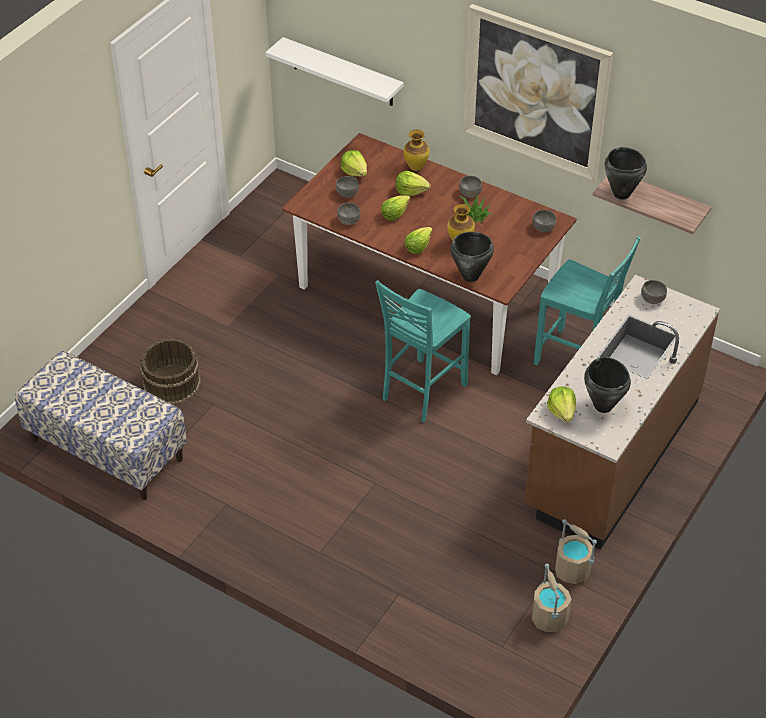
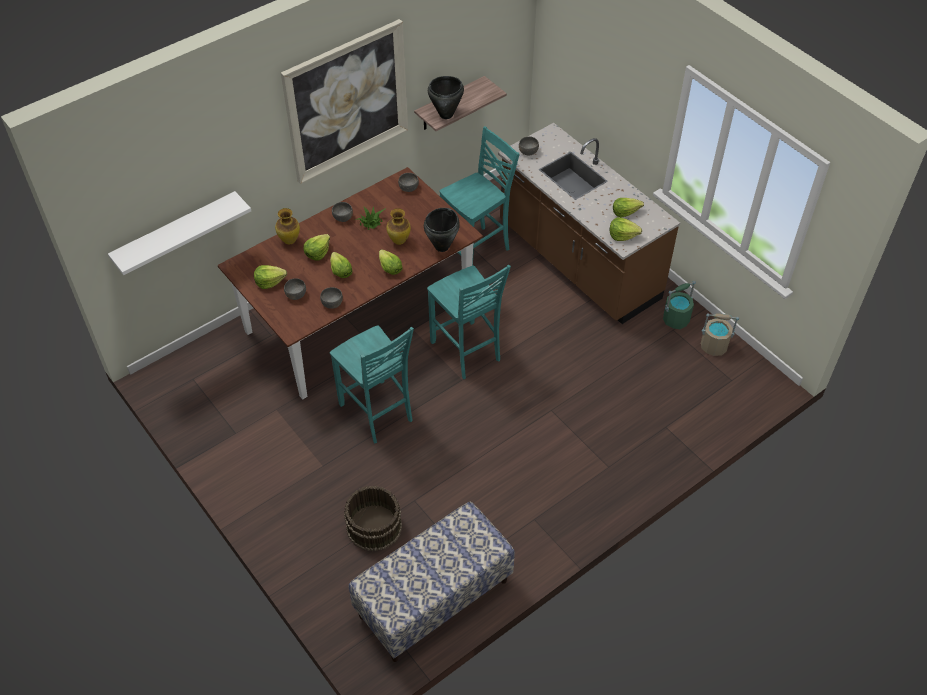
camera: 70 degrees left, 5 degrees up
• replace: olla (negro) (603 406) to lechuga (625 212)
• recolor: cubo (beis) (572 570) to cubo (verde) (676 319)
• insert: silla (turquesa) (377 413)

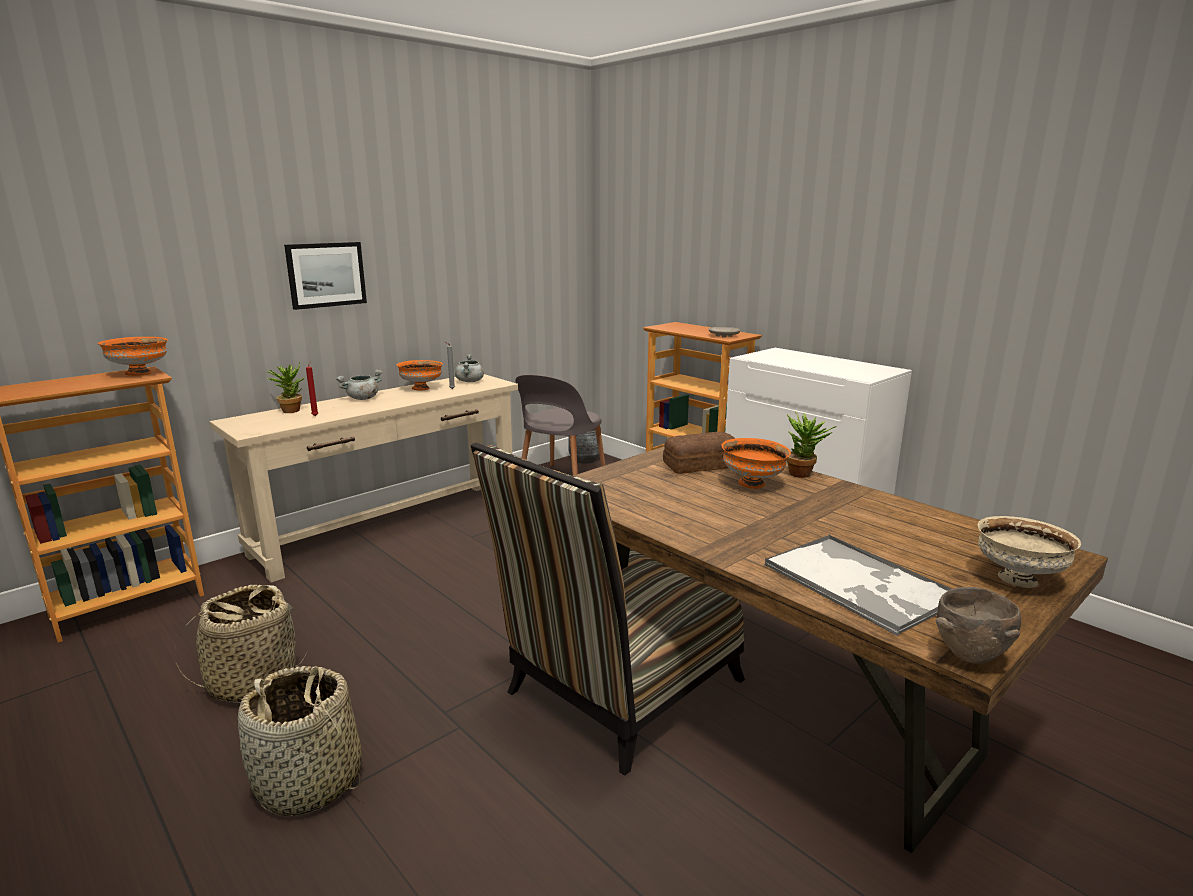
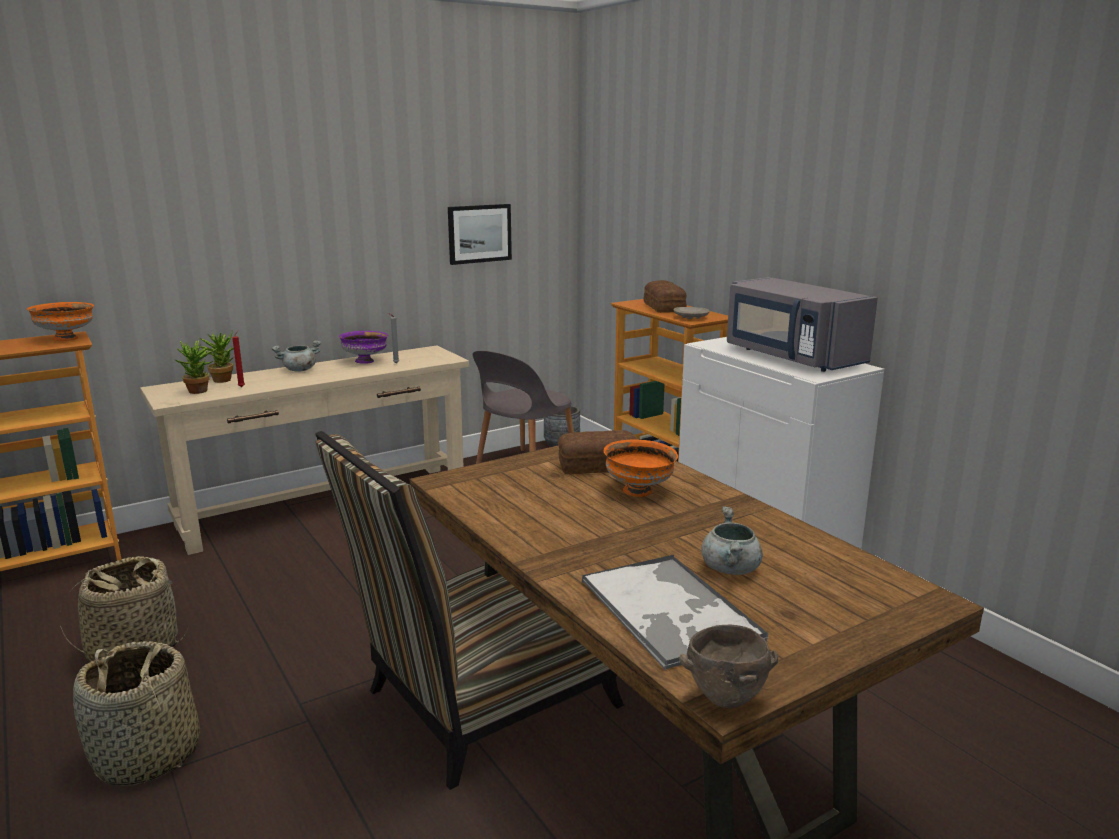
camera: 10 degrees right, 0 degrees up
• move: cuadro (326 274) to (479 233)
• move: olla (gris) (470 381) to (731 569)
• recolor: cuenco (naranja) (421 388) to cuenco (morado) (365 361)
• move: planta en maceta (804 474) to (201 391)
• delete: cuenco (beis) (1017 579)
• insert: microondas (gris) (791 357)
• insert: pan (664 307)

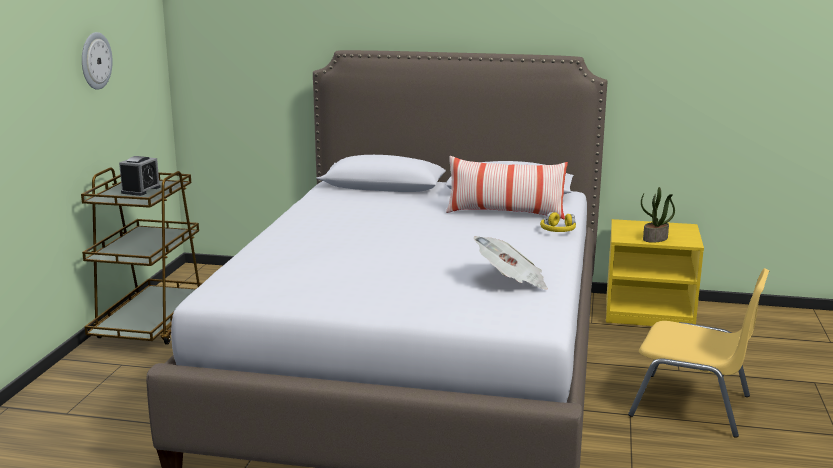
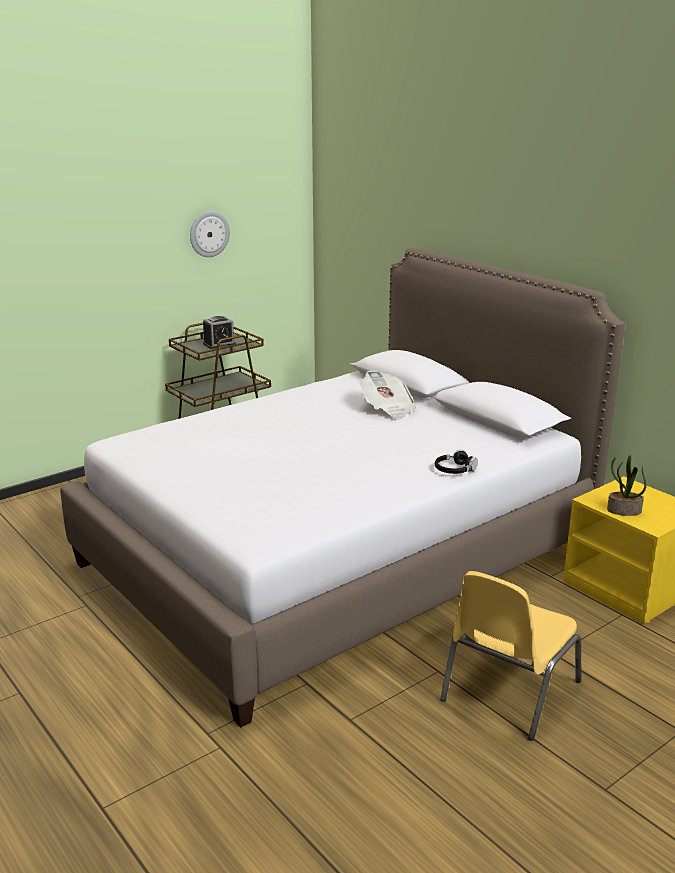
camera: 40 degrees right, 5 degrees up
• delete: cojín (505 213)
• recolor: auriculares (amarillo) (558 230) to auriculares (negro) (454 470)
• move: periódico (511 281) to (387 409)
• rotate: silla (amarillo) (692 406) = (508 691) 60 degrees clockwise

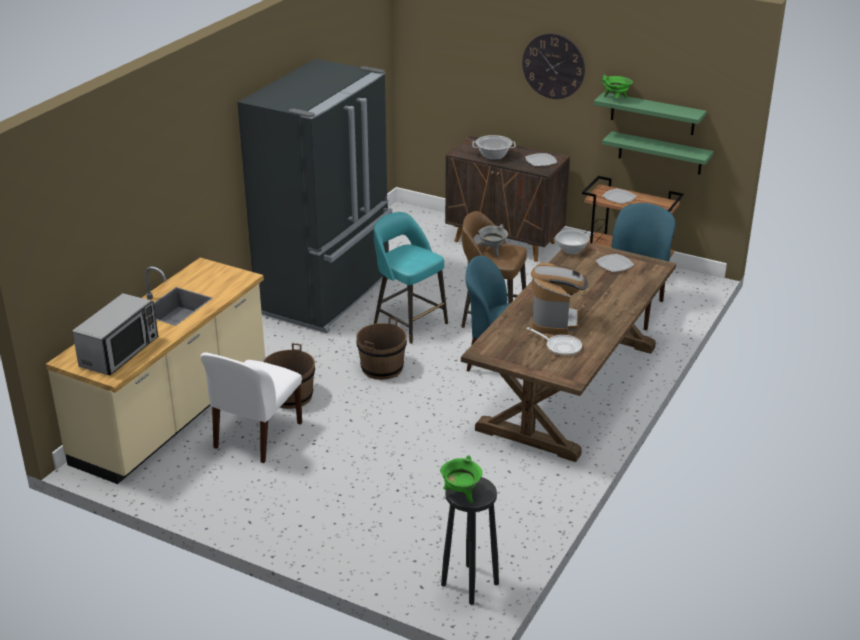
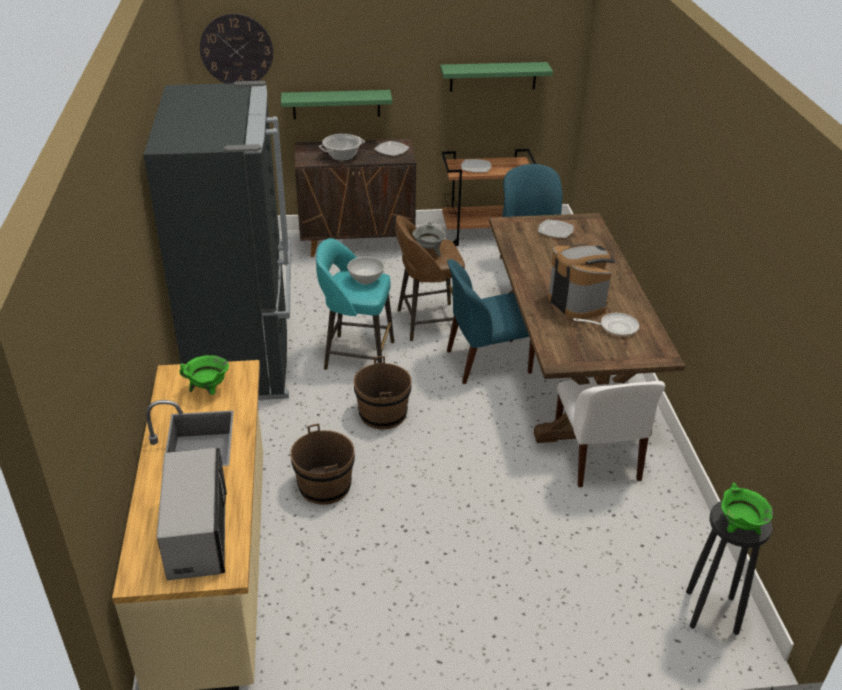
camera: 35 degrees left, 5 degrees up
• move: reloj de pared (553 66) to (236 50)
• move: olla (verde) (616 99) to (209 390)
• move: estante (verde) (660 153) to (336 104)
• move: cuenco (blanco) (571 251) to (366 280)
• move: silla (blanco) (256 436) to (597 457)

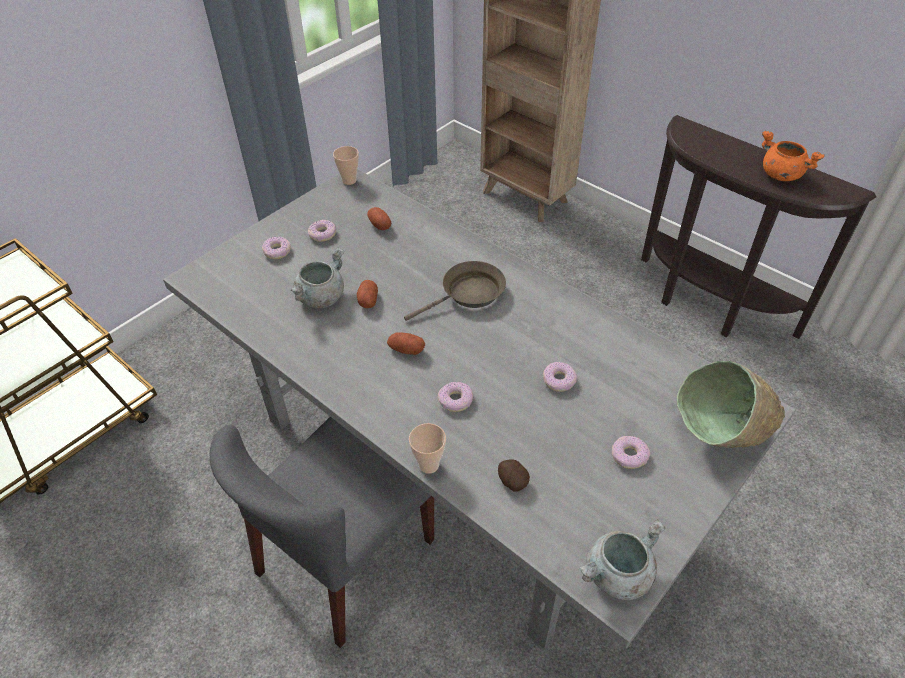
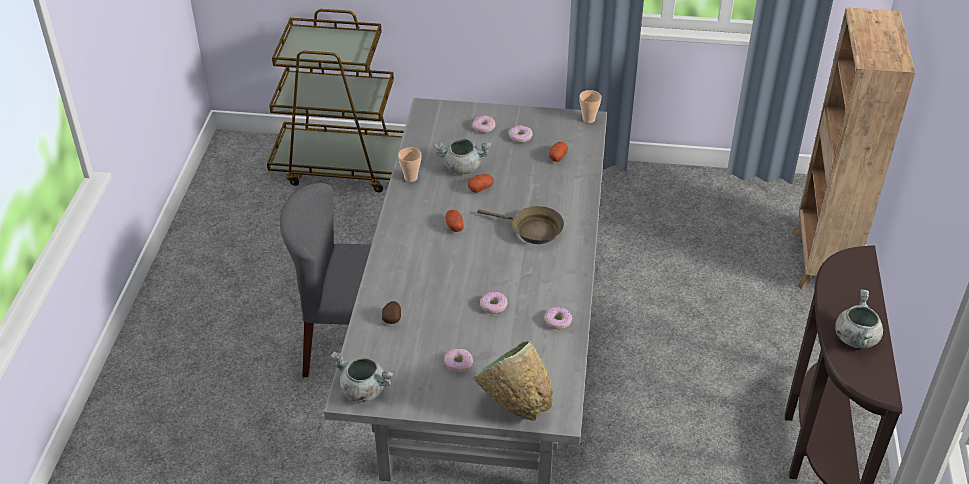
camera: 55 degrees right, 5 degrees down
• recolor: olla (naranja) (780 174) to olla (gris) (855 338)
• move: rosquilla (455 400) to (558 321)
• move: taza (429 465) to (411 177)

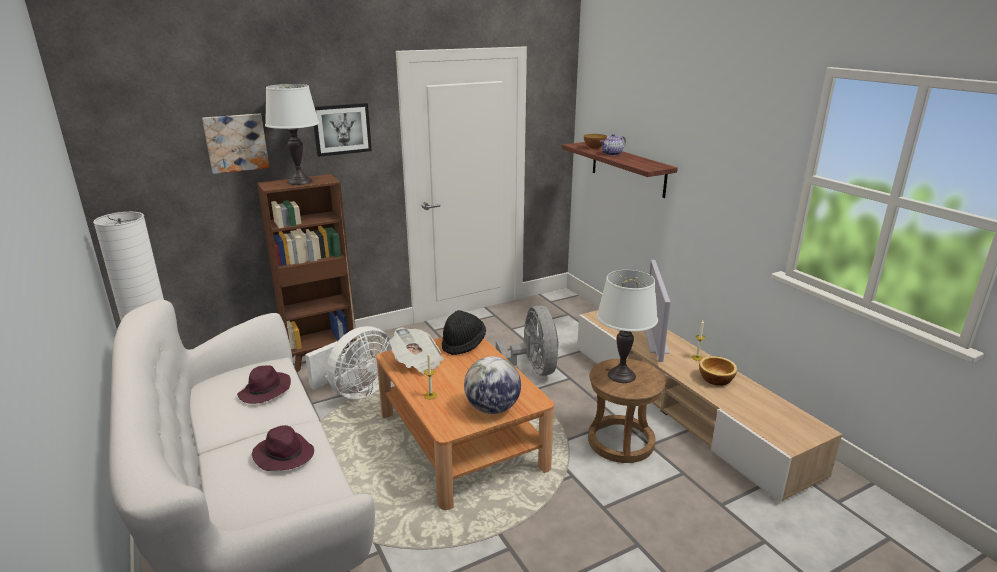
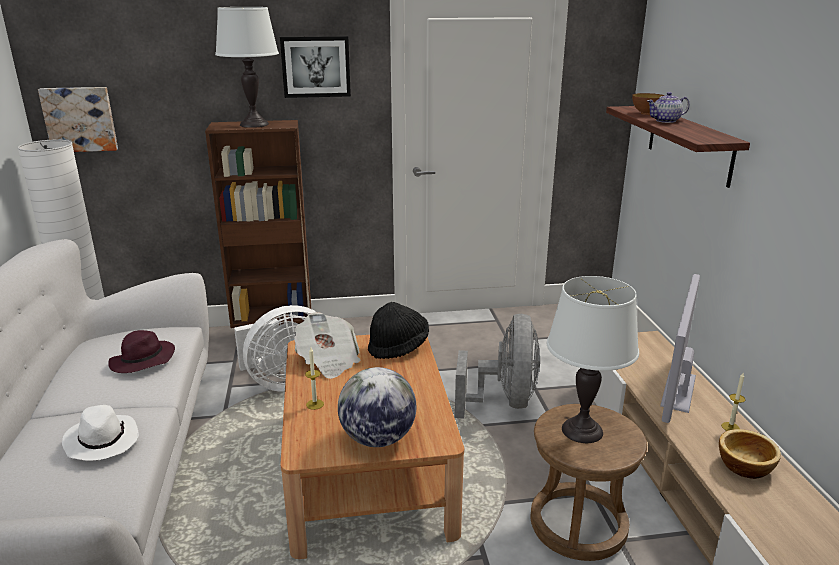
camera: 20 degrees right, 0 degrees up
• move: cuadro (236 142) to (80 119)
• recolor: sombrero (morado) (283 455) to sombrero (blanco) (101 441)

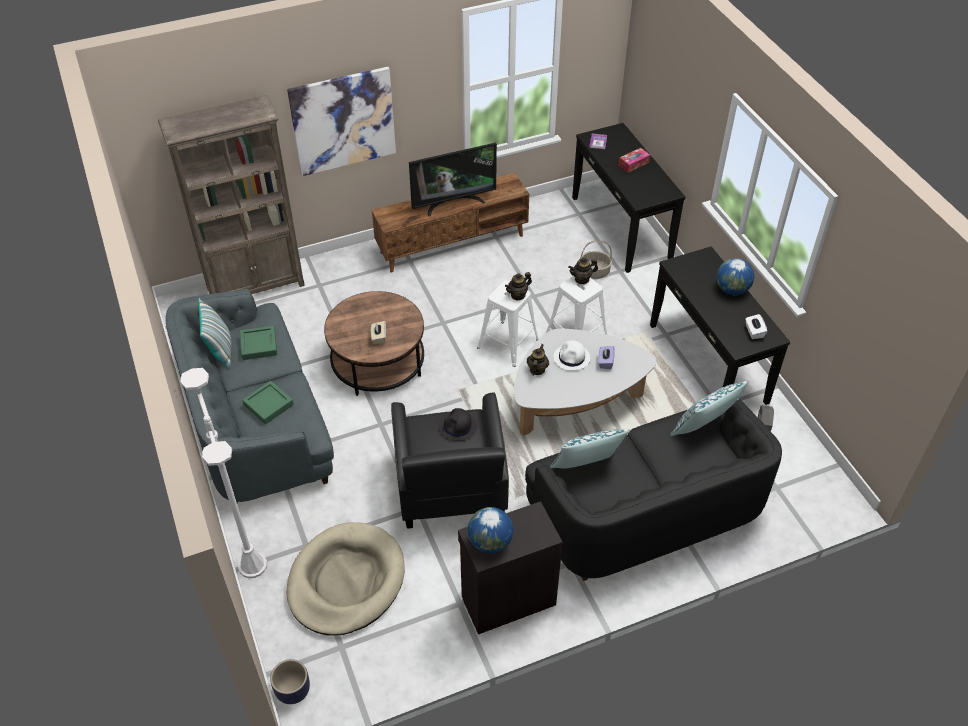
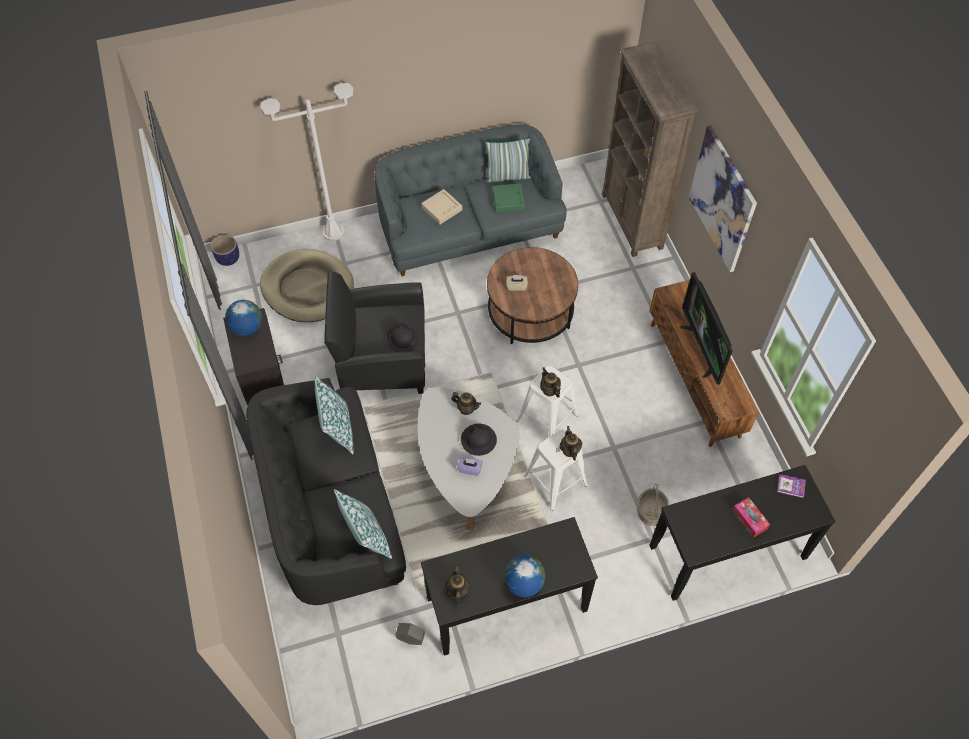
camera: 95 degrees right, 10 degrees up
• replace: caja de pañuelos (blanco) (754 332) to tetera (457 590)
• recolor: sombrero (blanco) (572 358) to sombrero (negro) (478 440)
• recolor: bandeja (verde) (268 405) to bandeja (beis) (442 209)

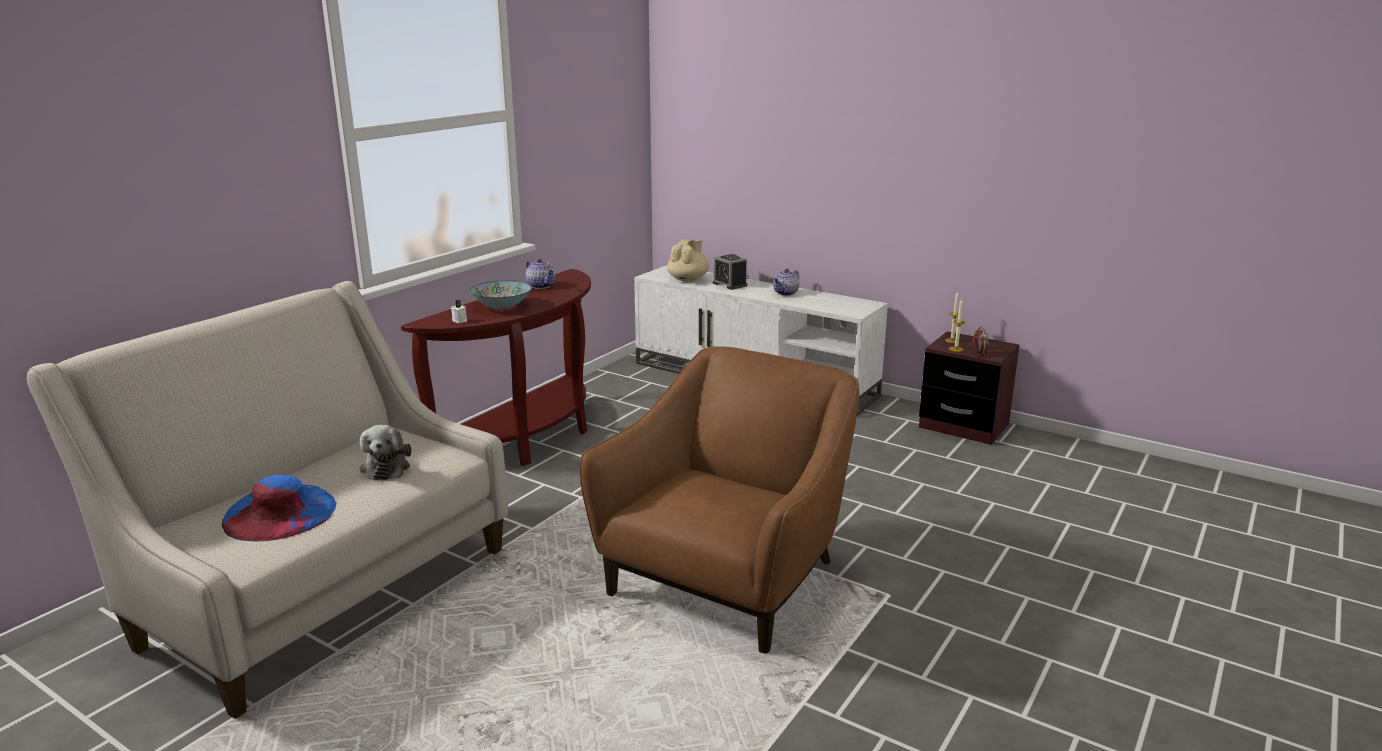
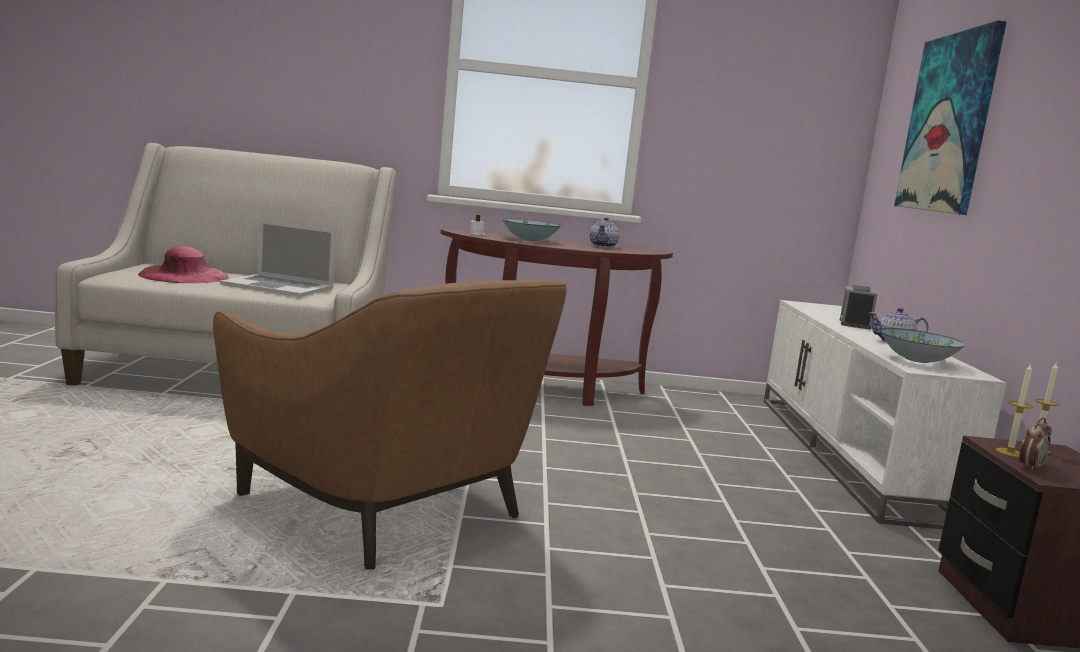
camera: 55 degrees right, 10 degrees down
• delete: tetera (beis) (688 279)
• rotate: sillón (marrón) (728 579) = (386 505) 45 degrees clockwise
• replace: peluche (386 467) to portátil (278 286)
• recolor: sombrero (azul) (279 512) to sombrero (rosa) (184 275)
• insert: cuadro (948 123)
• insert: cuenco (917 360)

